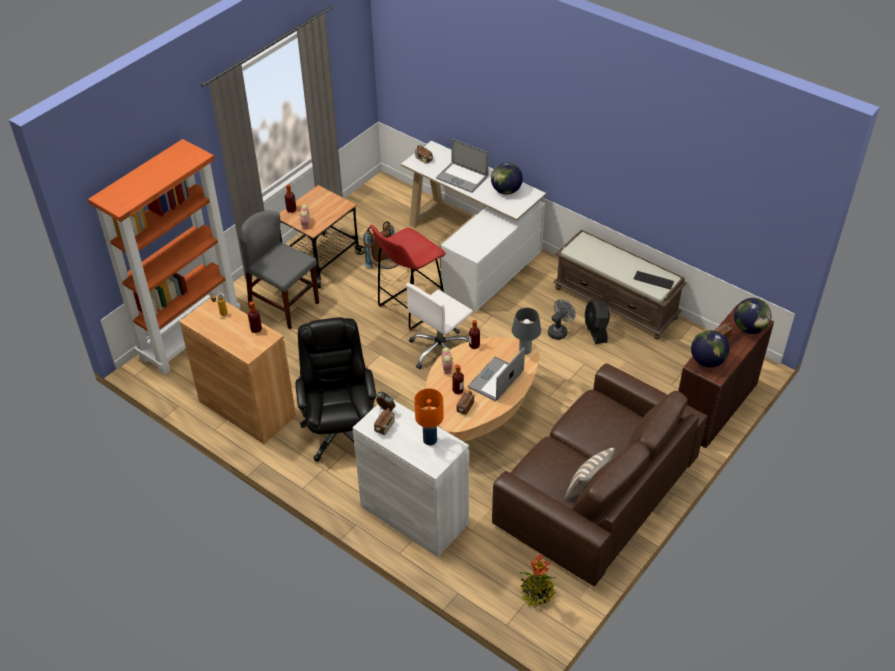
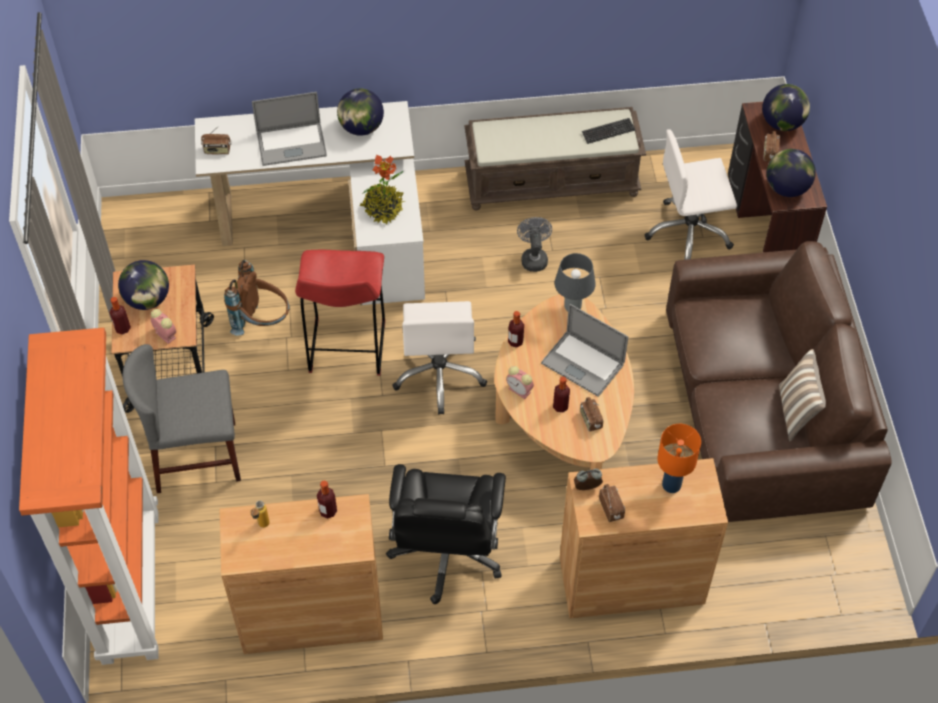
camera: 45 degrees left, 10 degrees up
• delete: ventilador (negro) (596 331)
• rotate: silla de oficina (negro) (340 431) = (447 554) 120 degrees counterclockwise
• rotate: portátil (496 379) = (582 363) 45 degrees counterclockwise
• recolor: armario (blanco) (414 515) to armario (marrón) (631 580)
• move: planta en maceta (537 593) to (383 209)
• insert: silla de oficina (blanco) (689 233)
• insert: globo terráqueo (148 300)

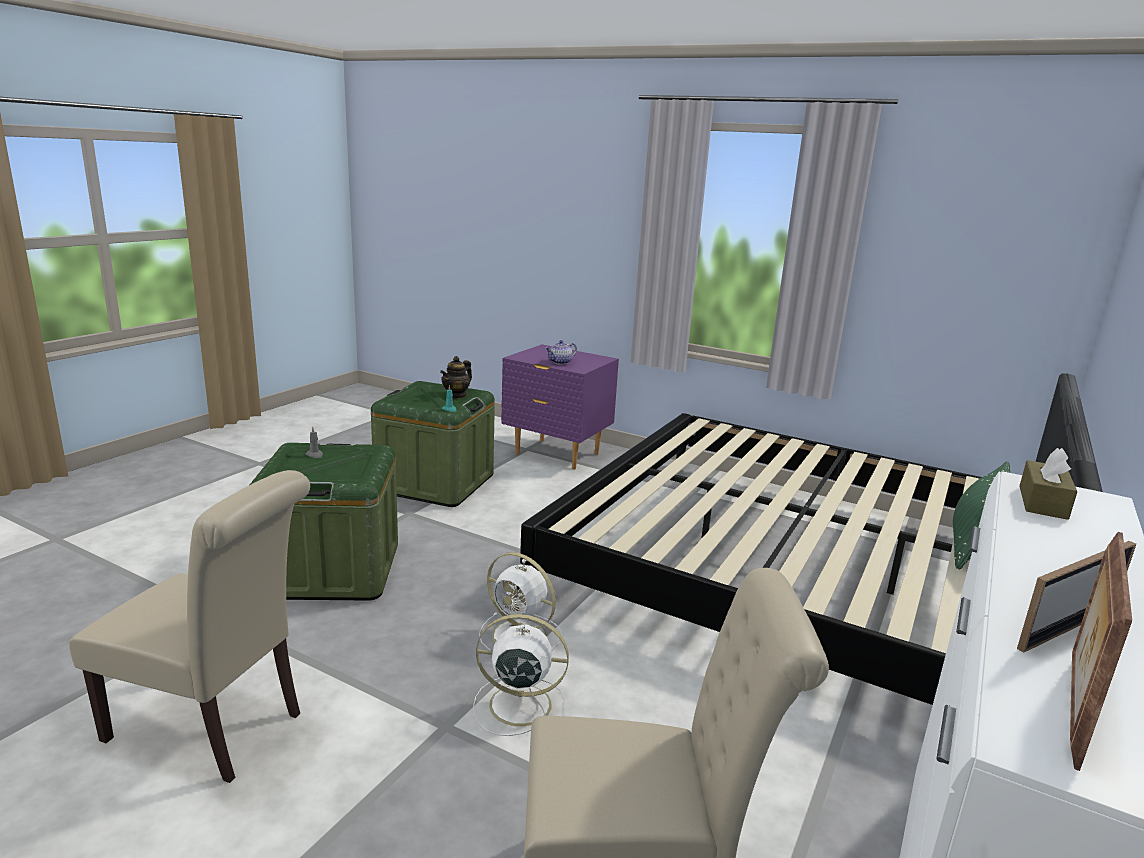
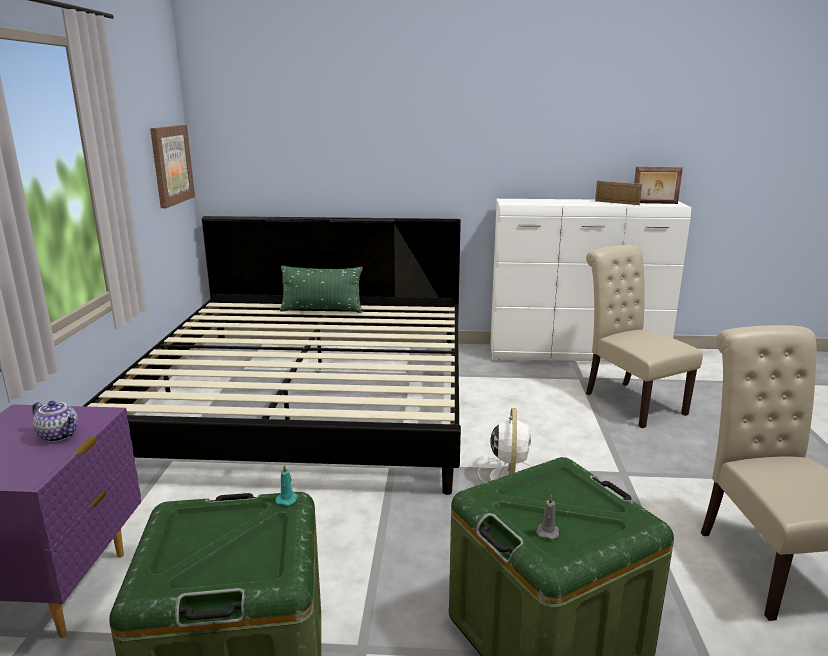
camera: 115 degrees left, 0 degrees up
• delete: tetera (456 395)
• delete: caja de pañuelos (marrón) (1042 502)
• delete: ventilador (blanco) (517 704)
• insert: cuadro (171 165)

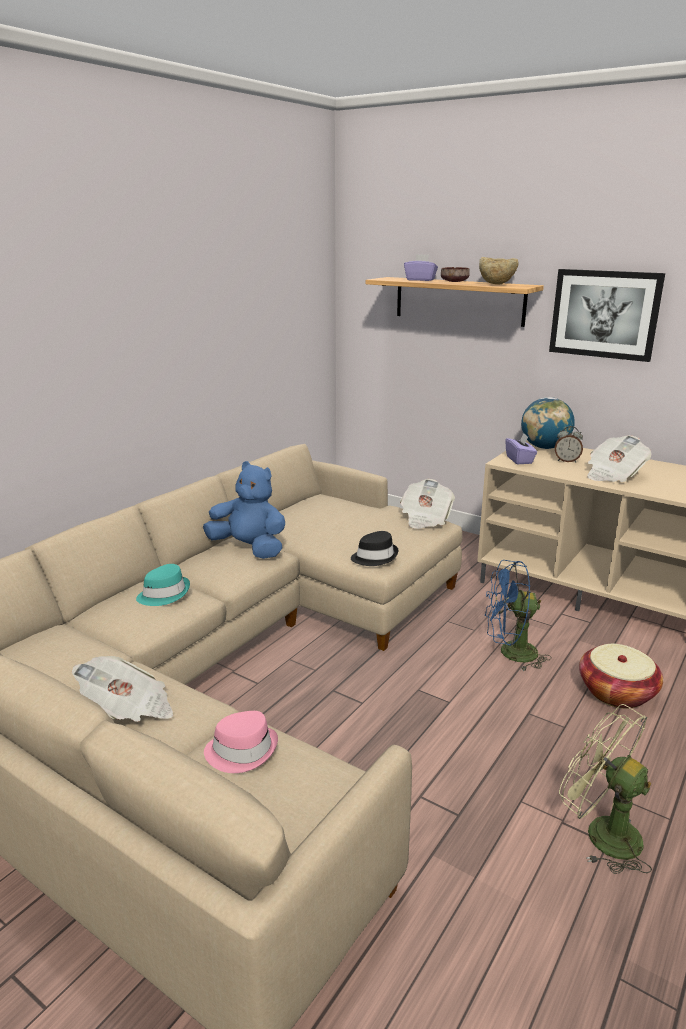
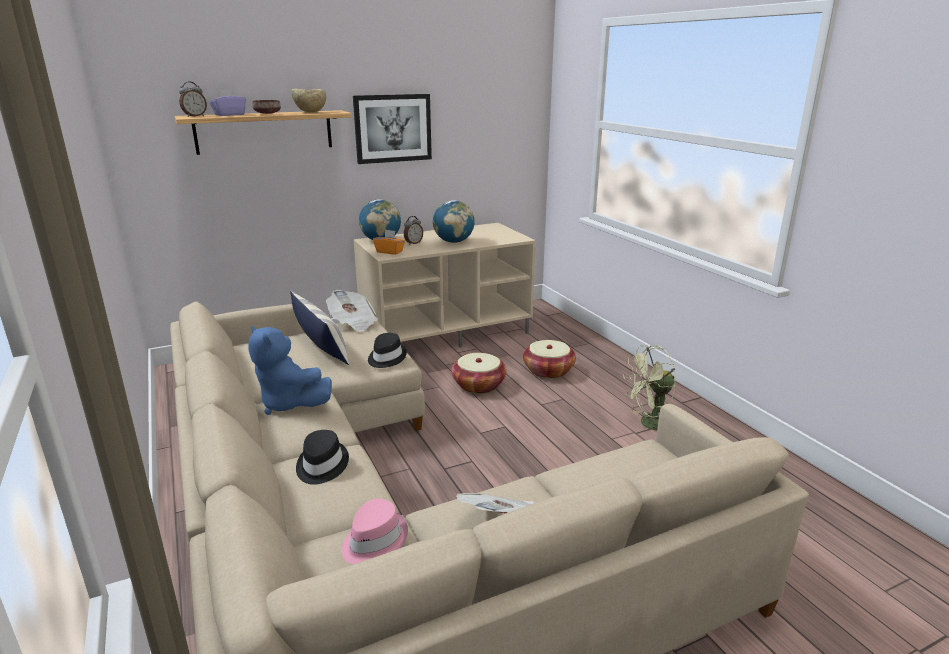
camera: 60 degrees left, 0 degrees up
• recolor: caja de pañuelos (morado) (519 460) to caja de pañuelos (naranja) (389 252)
• replace: periódico (613 475) to globo terráqueo (454 242)
• rotate: peluche (azul) (249 549) = (289 404) 105 degrees counterclockwise
• replace: ventilador (azul) (510 653) to cesta (479 385)
• recolor: sombrero (turquesa) (164 594) to sombrero (negro) (321 465)
• move: sombrero (rosa) (242 751) to (374 540)
• insert: despertador (195 116)
• insert: cojín (321 347)

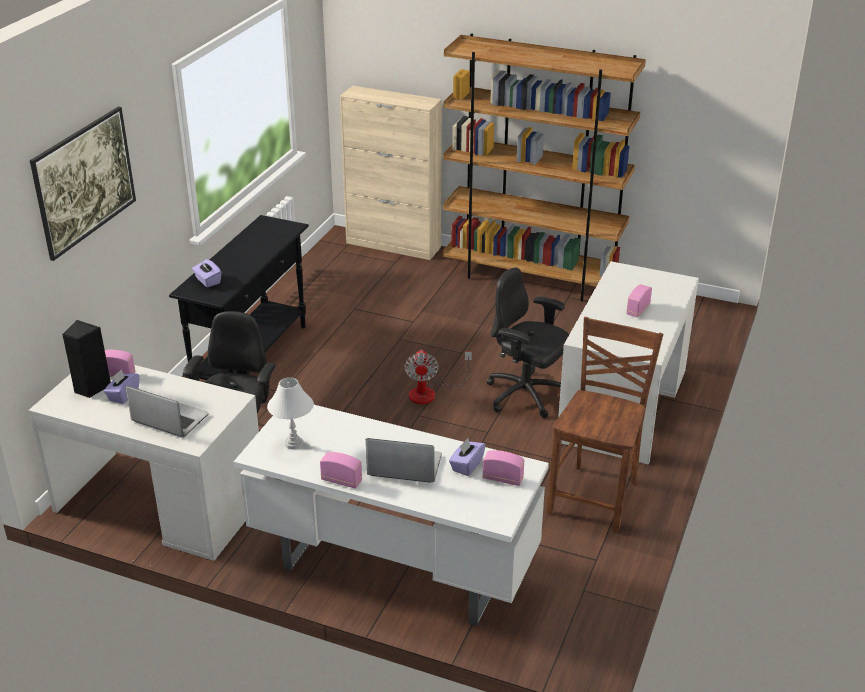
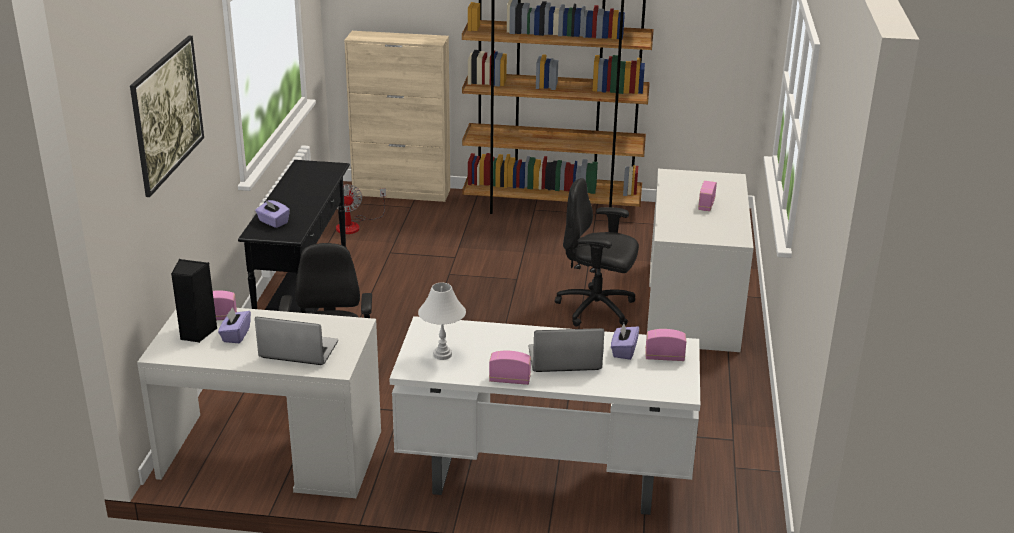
camera: 15 degrees left, 5 degrees down
• delete: silla (marrón) (596 497)
• move: ventilador (430 392) to (354 225)

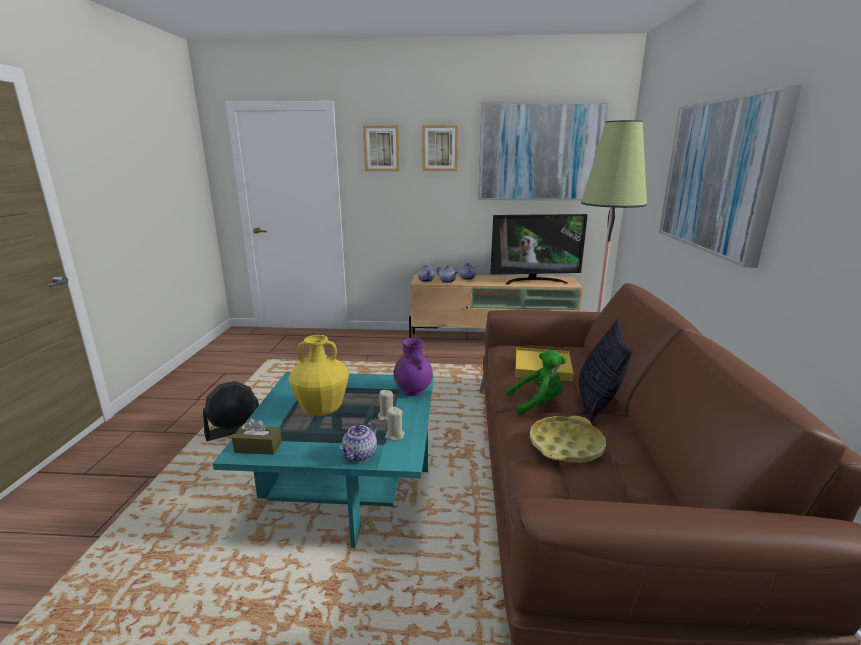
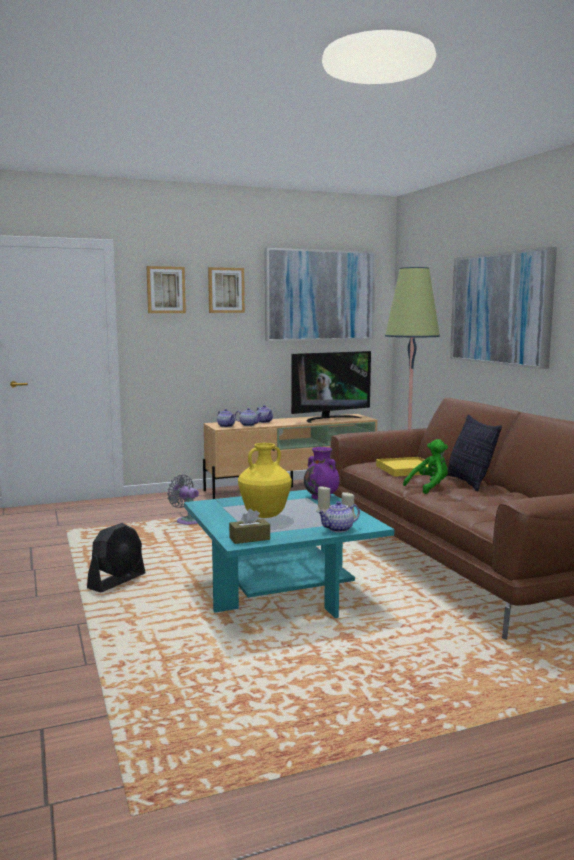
camera: 25 degrees left, 10 degrees down
• delete: bandeja (amarillo) (566 445)
• rotate: tetera (360 455) = (338 529) 60 degrees clockwise
• insert: ventilador (gris) (187 521)

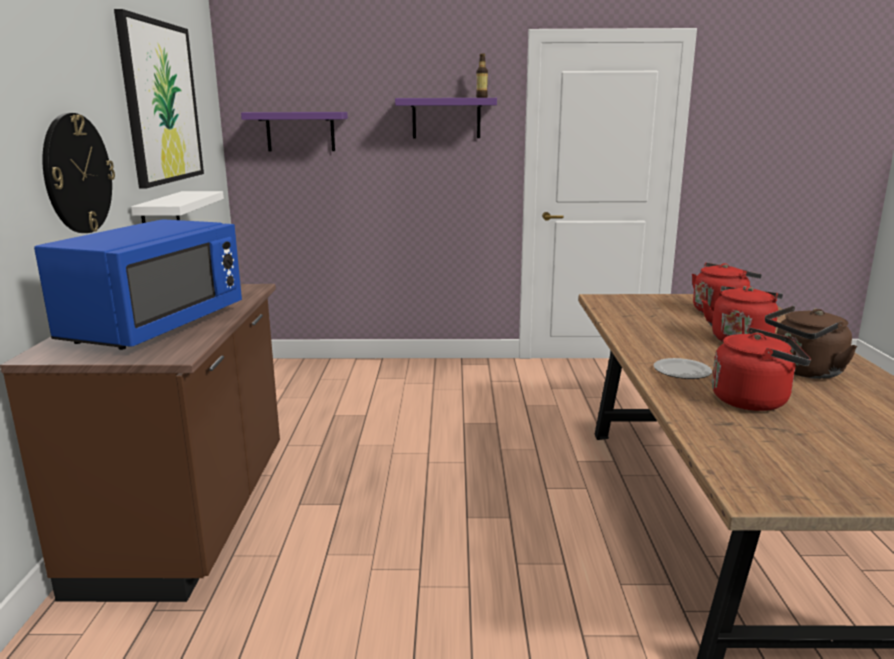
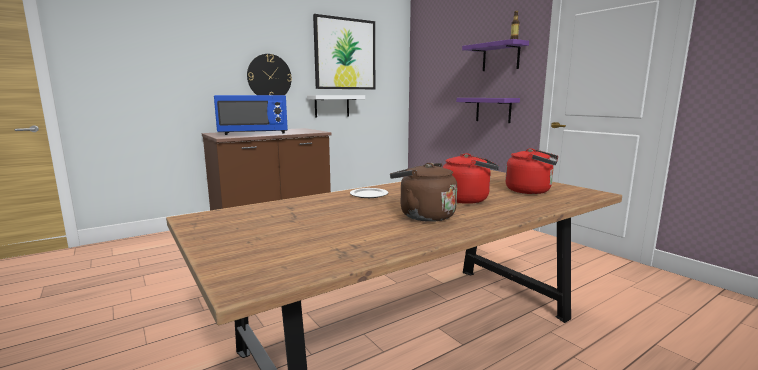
camera: 55 degrees right, 5 degrees down
• move: estante (morado) (300 131) to (493 110)
• delete: hervidor (rojo) (754 400)

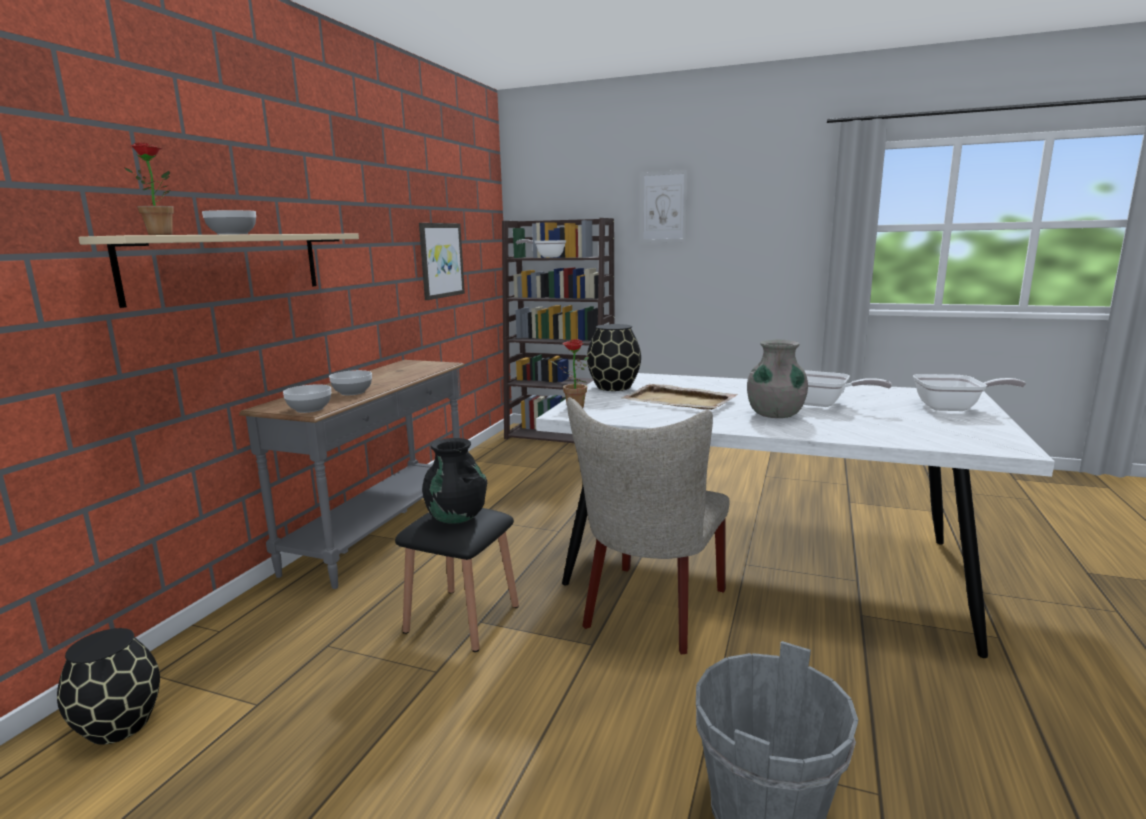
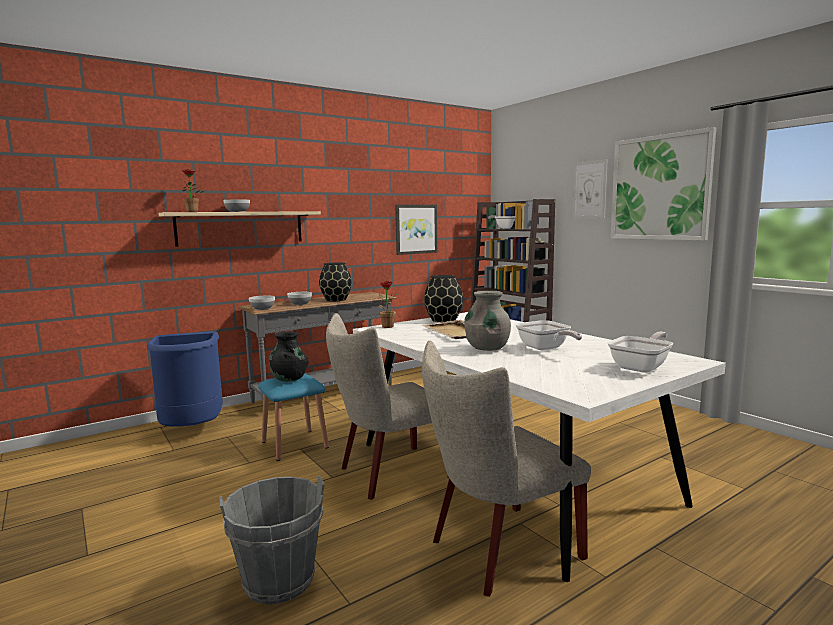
camera: 35 degrees right, 5 degrees down
• rotate: sartén (953 408) = (642 367) 90 degrees counterclockwise
• recolor: taburete (negro) (462 618) to taburete (azul) (294 444)
• move: florero (negro) (121 725) to (336 299)
• insert: cuadro (660 188)
• insert: papelera (azul) (192 431)
• insert: silla (beis) (497 551)

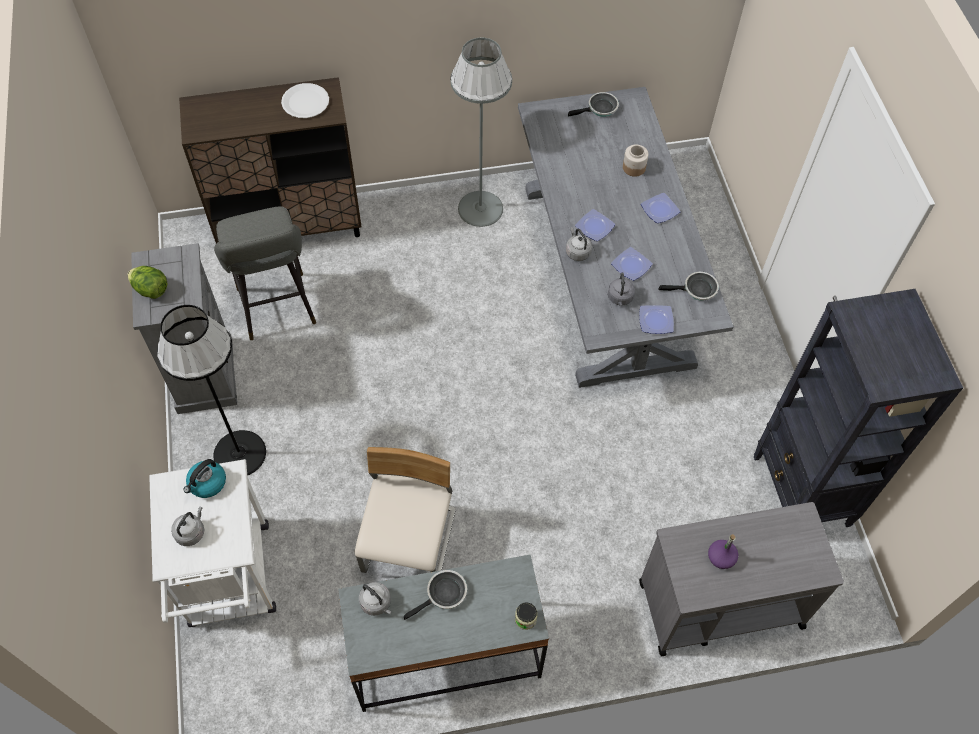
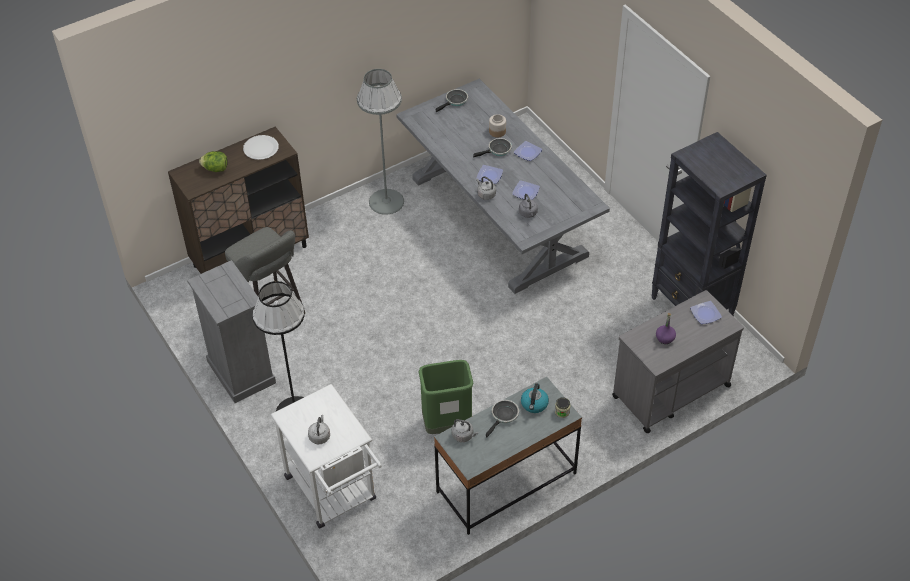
camera: 20 degrees left, 10 degrees down
• move: lechuga (151 290) to (215 169)
• move: sartén (697 290) to (498 150)
• move: plato (656 321) to (706 314)
• replace: silla (beis) (410 541) to papelera (verde) (447 425)
• move: hervidor (207 483) to (534 404)

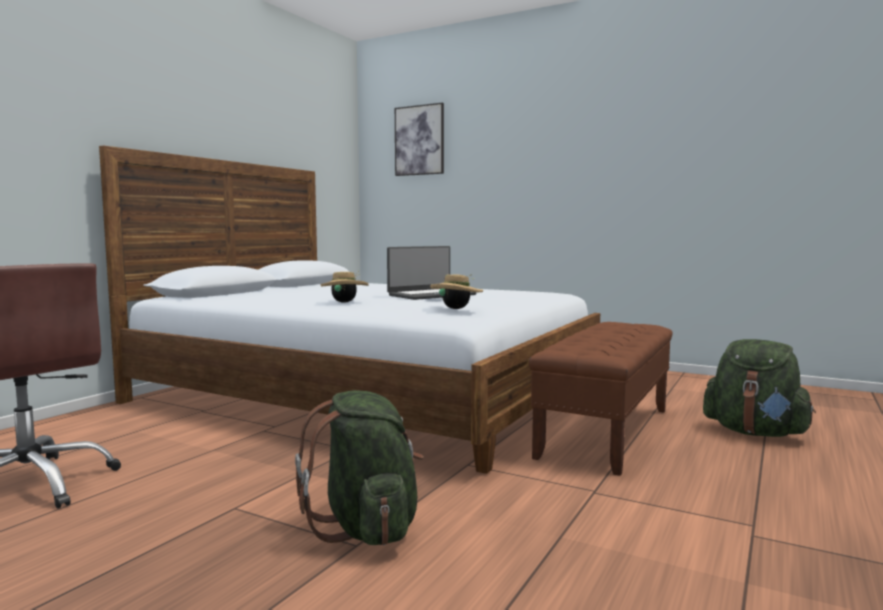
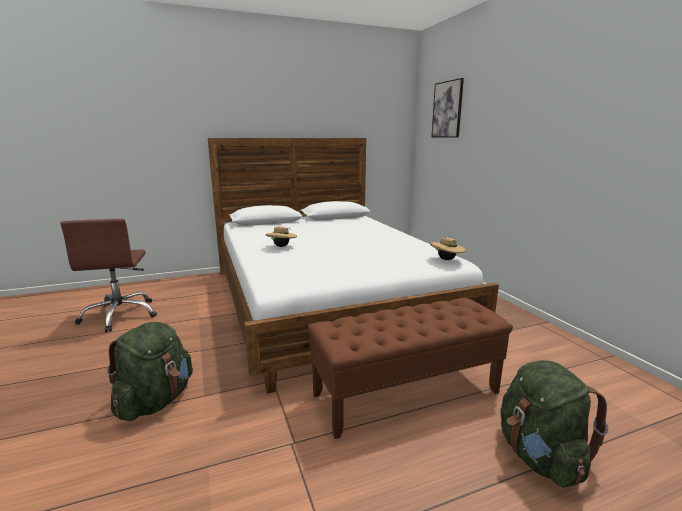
camera: 40 degrees right, 10 degrees up
• delete: portátil (431 295)
• move: sombrero (beis) (456 309) to (446 259)

